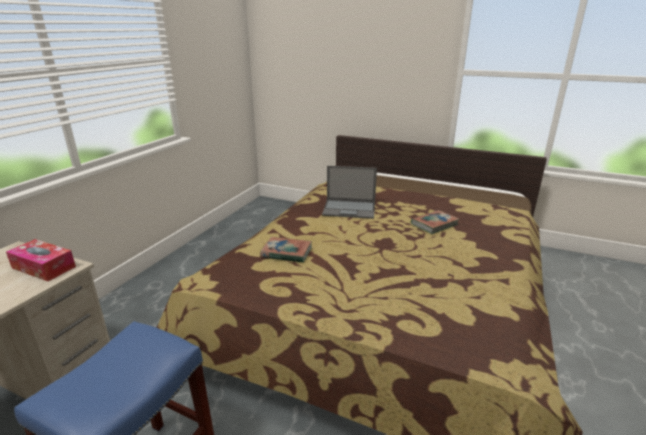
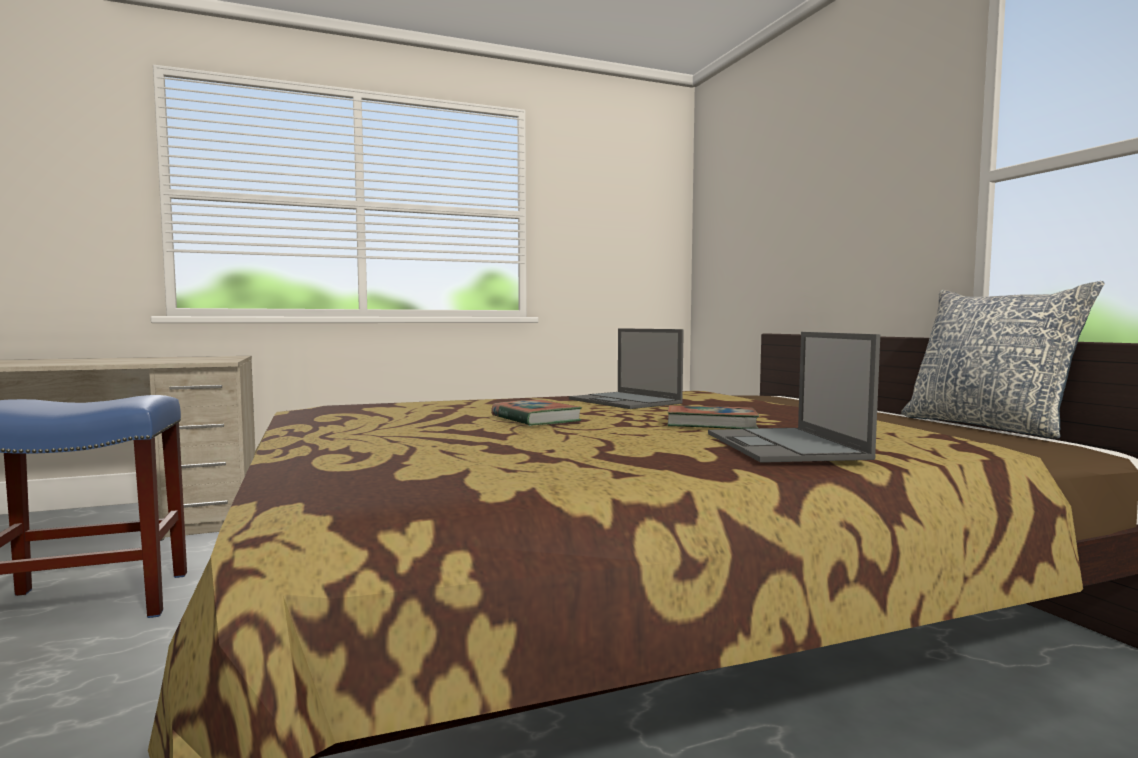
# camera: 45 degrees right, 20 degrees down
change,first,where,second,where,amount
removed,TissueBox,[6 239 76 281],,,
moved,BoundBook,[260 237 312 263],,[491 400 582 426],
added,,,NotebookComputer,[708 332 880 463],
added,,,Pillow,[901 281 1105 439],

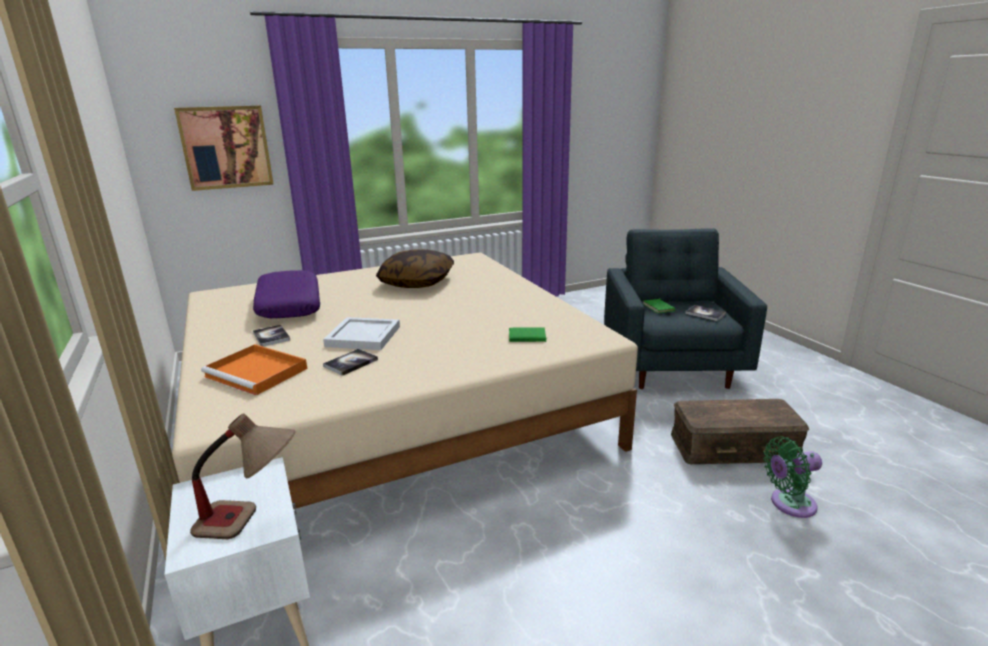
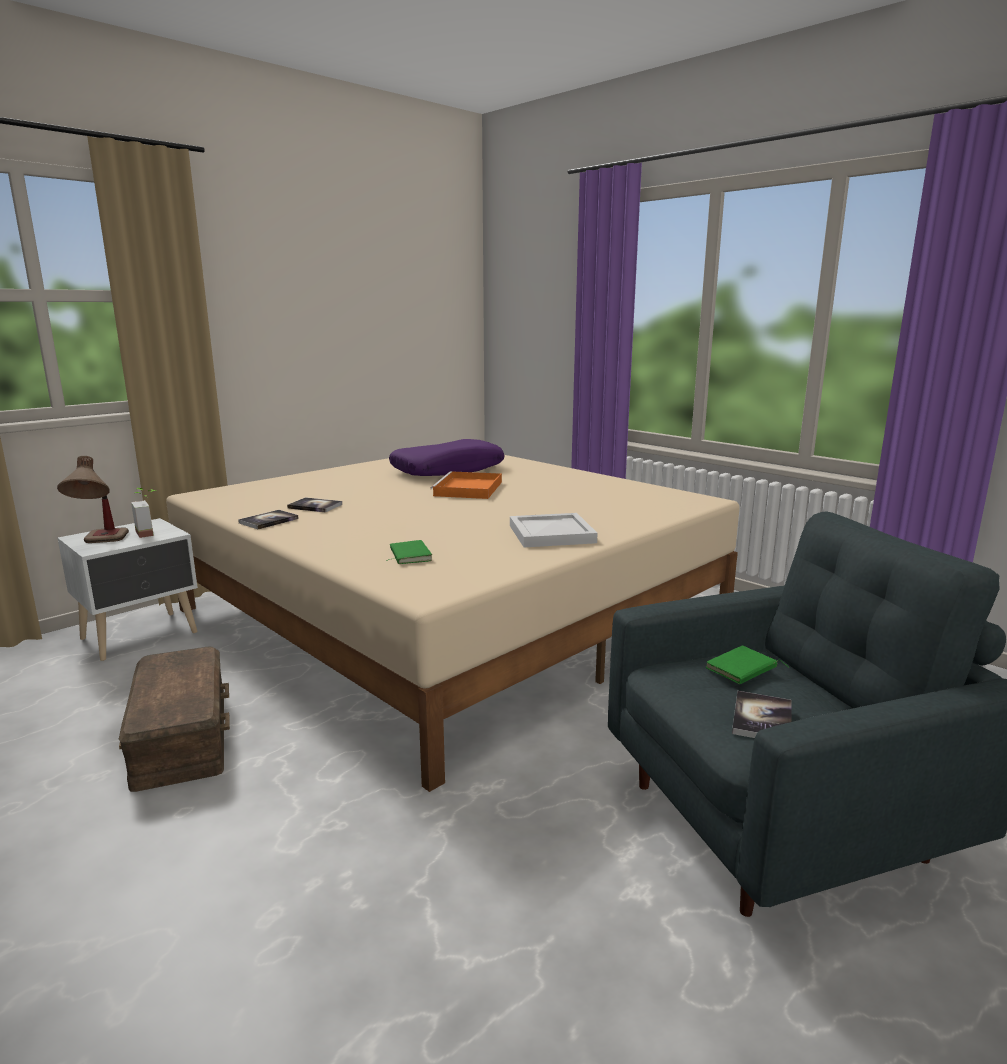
# camera: 70 degrees right, 5 degrees down
change,first,where,second,where,amount
removed,WallPicture,[174 105 274 191],,,
moved,OrangeTray,[201 344 307 396],,[430 471 502 499],
moved,BoundBook,[253 325 291 347],,[238 510 299 529],
moved,WhiteColouredTray,[323 317 400 350],,[510 513 598 548],
removed,Pillow,[376 249 454 288],,,
moved,BrownStorageBox,[671 399 809 464],,[119 646 230 792],
removed,GreenColouredCoolingFan,[763 436 822 518],,,
added,,,PlantInAPot,[131 488 158 538],

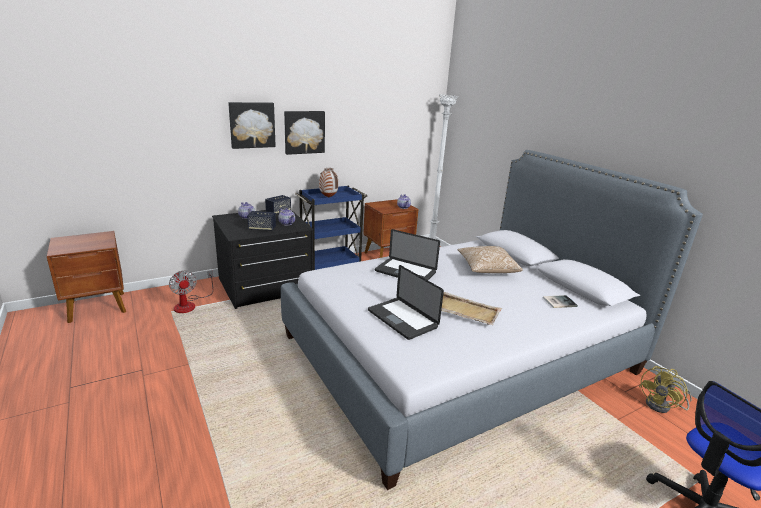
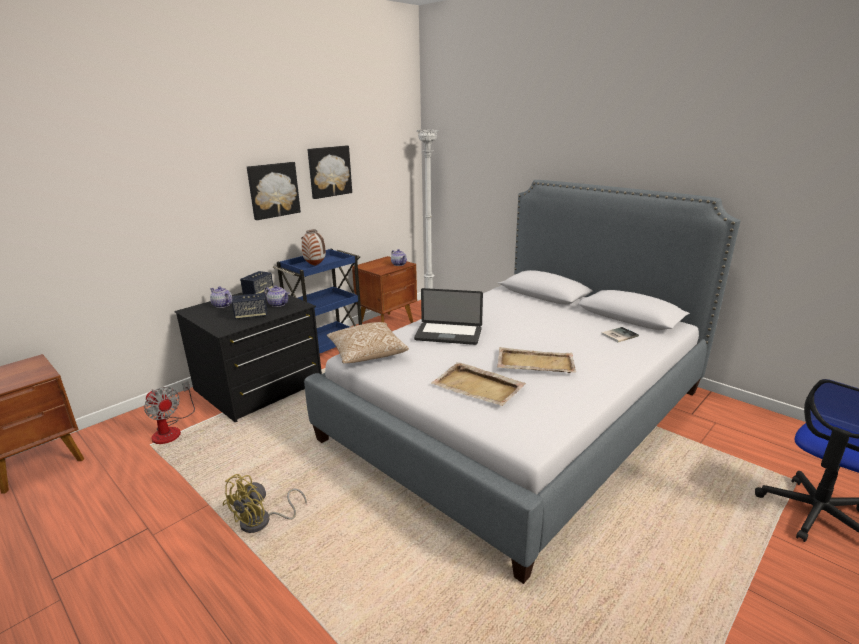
# camera: 15 degrees left, 0 degrees up
change,first,where,second,where,amount
moved,WallPicture,[228 102 276 149],,[308 146 352 199],
replaced,NotebookComputer,[368 265 444 340],SandColouredTray,[431 362 526 406],
moved,Pillow,[458 246 523 273],,[327 322 409 363],
moved,YellowColouredCoolingFan,[639 366 692 413],,[222 474 307 533],

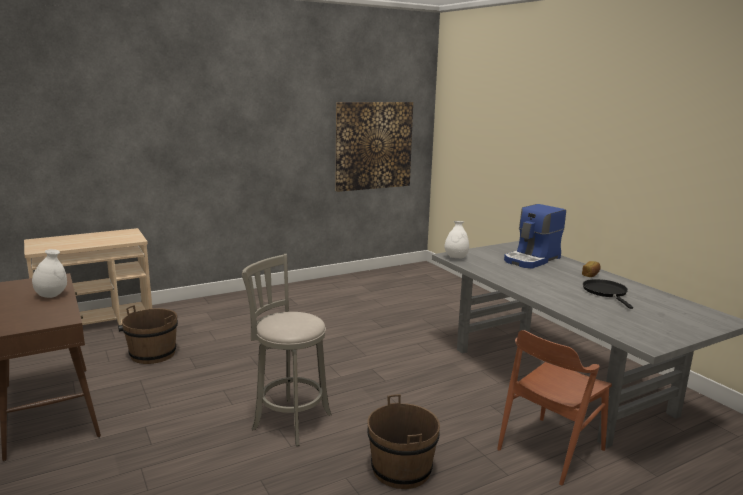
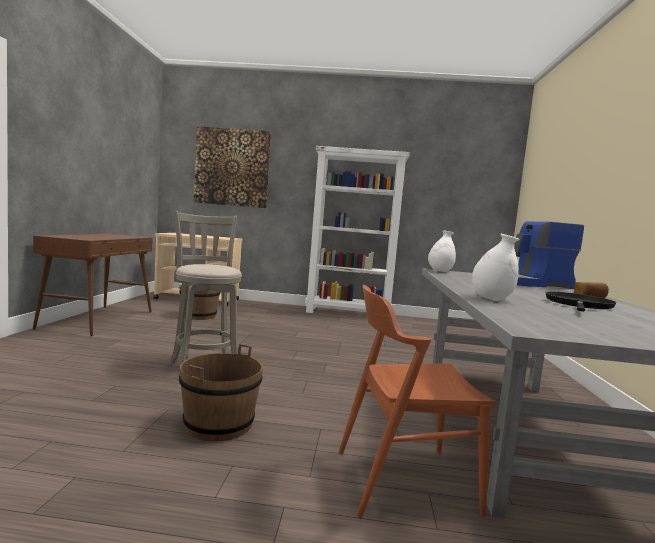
# camera: 35 degrees right, 10 degrees down
change,first,where,second,where,amount
moved,WhiteColouredFlowerVase,[32 249 67 298],,[472 234 519 301],
moved,WallPicture,[336 102 413 192],,[194 126 271 208],
added,,,WhiteColouredBookcase,[305 146 410 313],

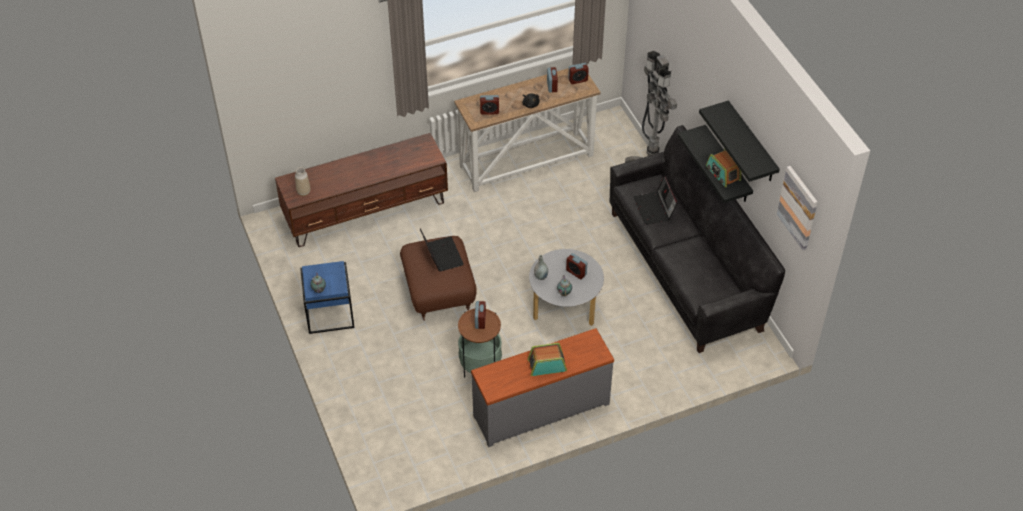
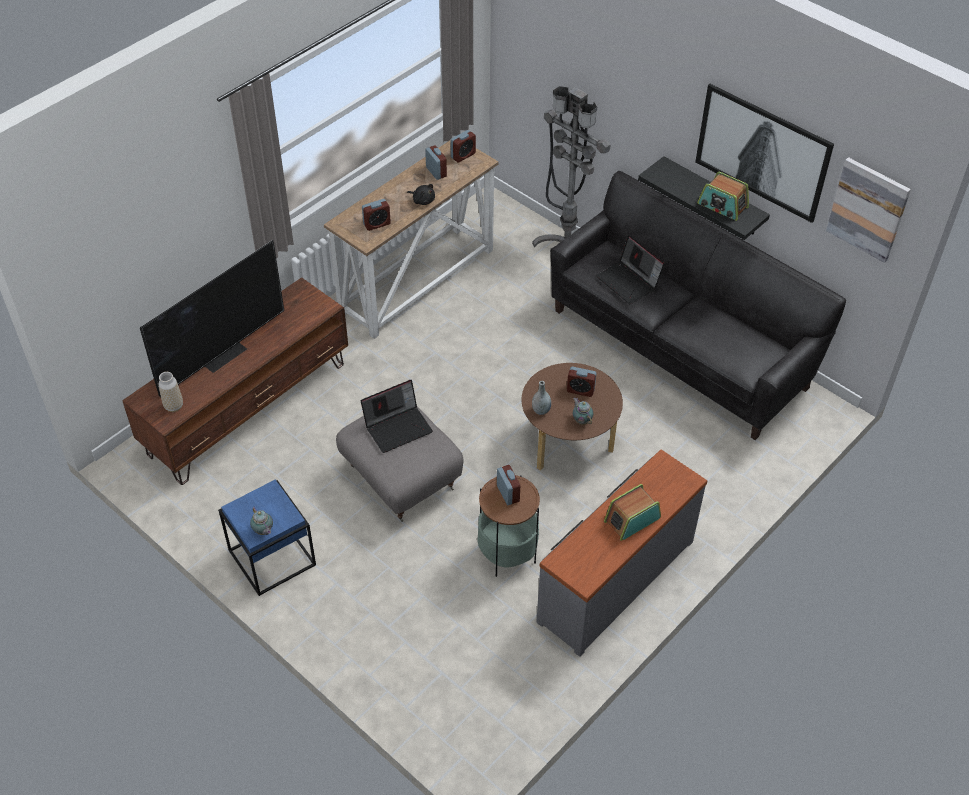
# camera: 25 degrees left, 0 degrees up
change,first,where,second,where,amount
recoloured,BrownOttoman,[400 236 477 321],GreyOttoman,[336 406 463 522],
turned,NotebookComputer,[420 229 464 271],,[361 380 433 453],105 degrees clockwise
recoloured,GreyCoffeeTable,[529 249 604 326],BrownCoffeeTable,[522 363 623 471],
replaced,BlackColouredShelf,[699 101 780 182],WallPicture,[695 84 834 223],
added,,,Tv,[140 240 284 397],

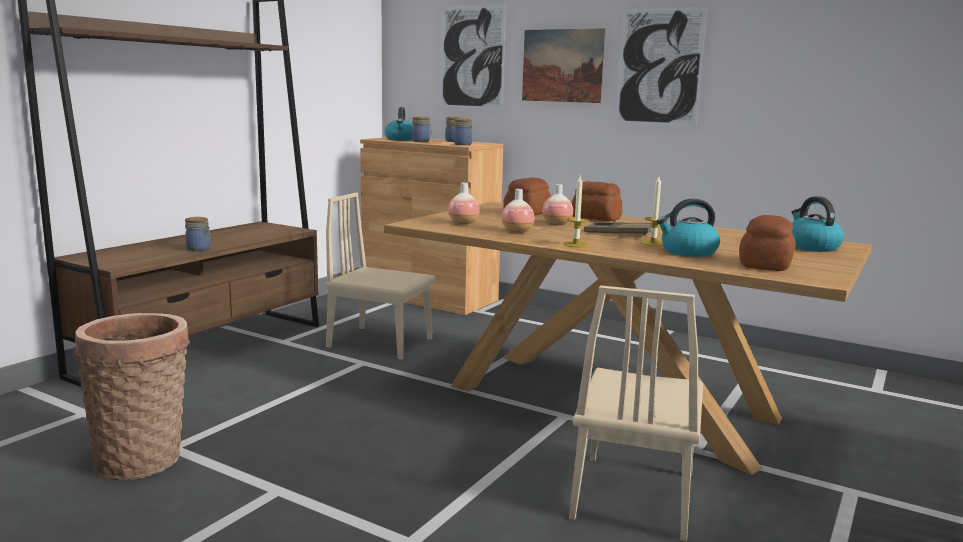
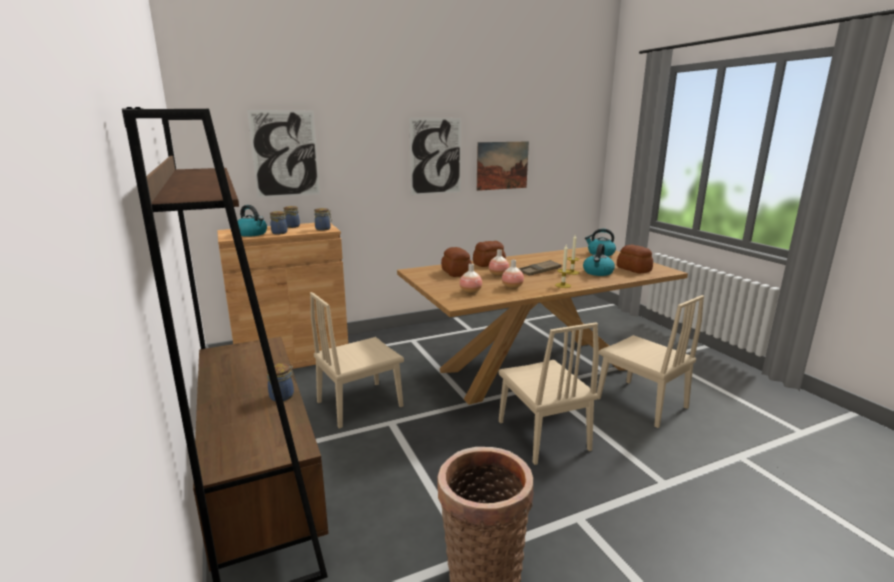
# camera: 55 degrees left, 5 degrees up
change,first,where,second,where,amount
moved,WallPicture,[522 28 606 103],,[477 141 529 191],
added,,,SandColouredChair,[499 322 599 465],

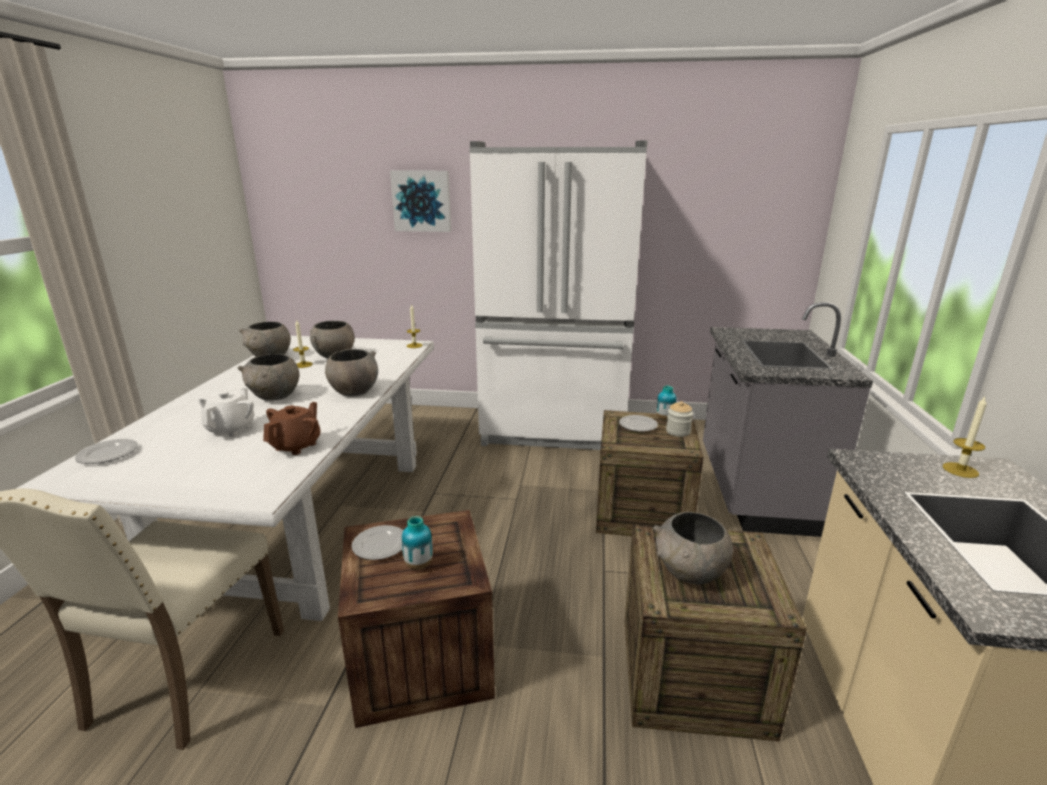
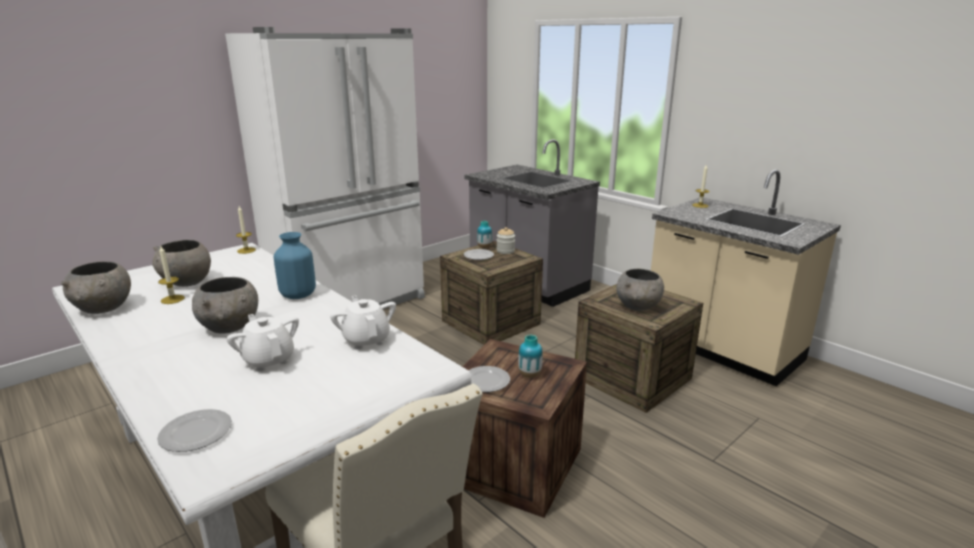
# camera: 50 degrees left, 0 degrees up
change,first,where,second,where,amount
recoloured,BrownTeapot,[263 402 321 455],WhiteColouredTeapot,[330 295 396 350],
replaced,GreyDeepDish,[325 349 378 396],BlueFlowerVase,[274 232 316 299],
removed,WallPicture,[390 171 451 232],,,

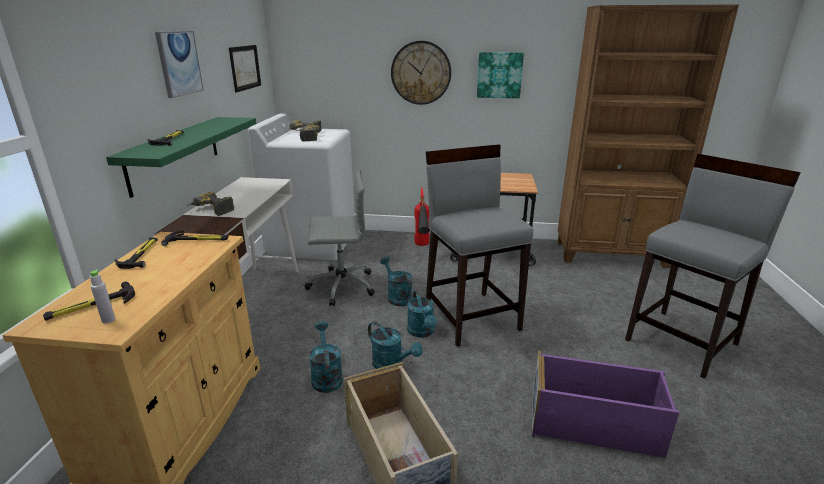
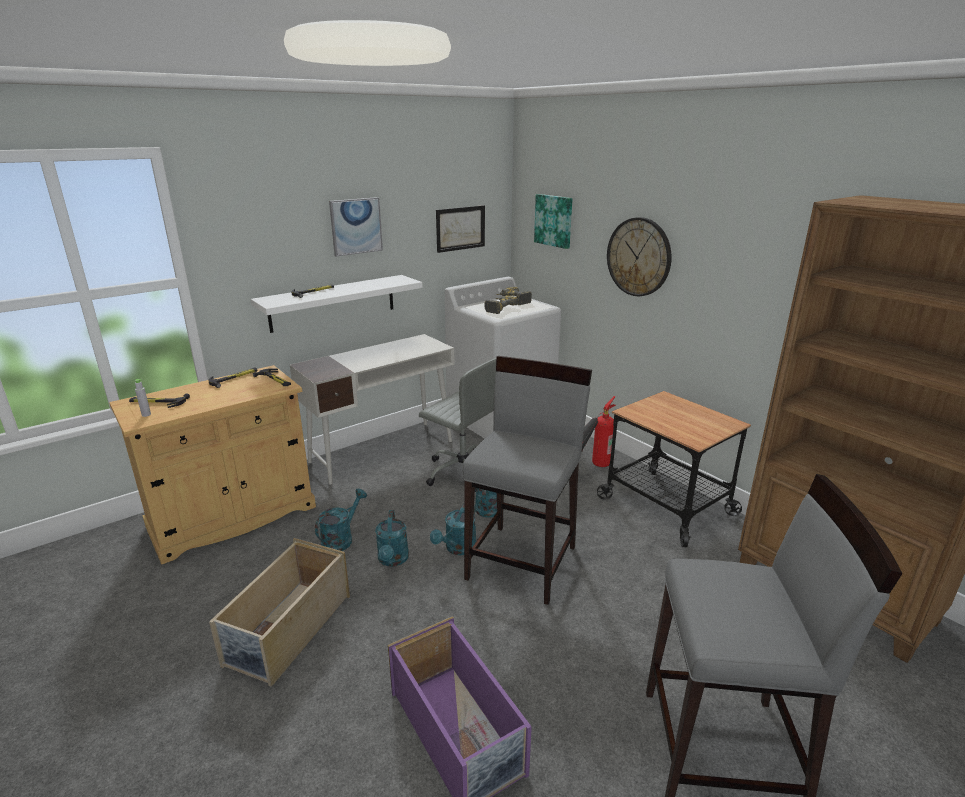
# camera: 45 degrees right, 0 degrees up
change,first,where,second,where,amount
recoloured,GreenColouredShelf,[106 117 256 198],WhiteColouredShelf,[251 275 423 333],
removed,Drill,[186 192 235 216],,,
moved,WallPicture,[477 52 524 98],,[534 194 572 249],

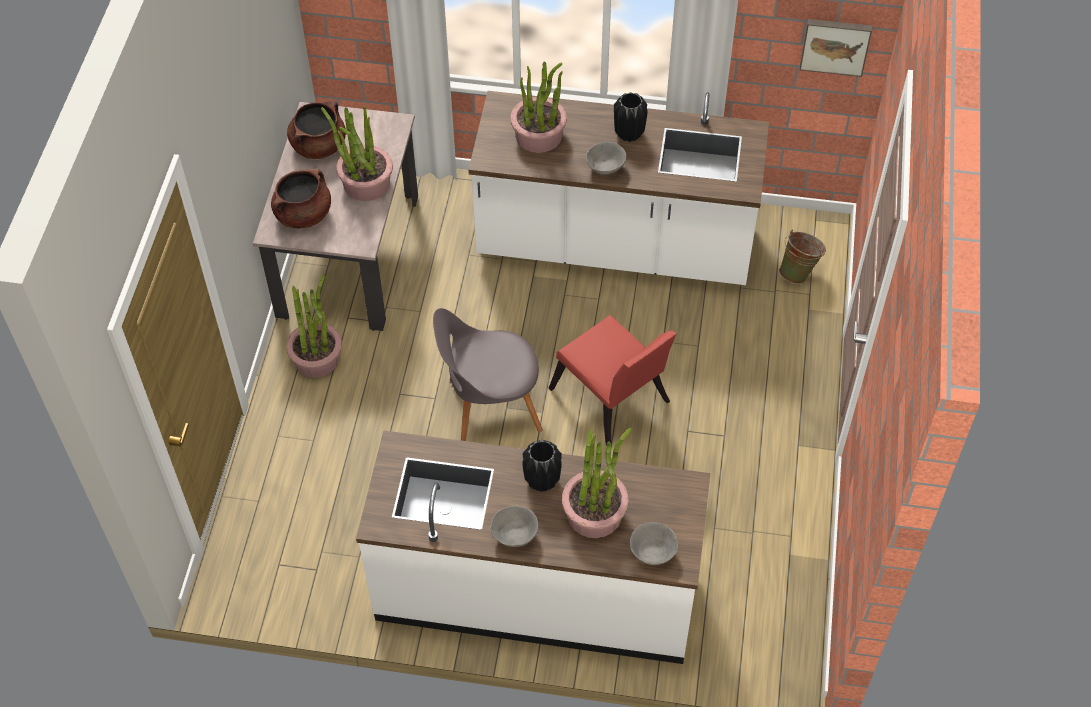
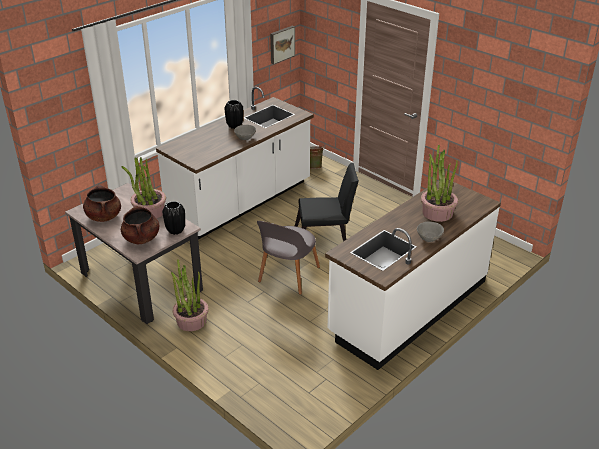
# camera: 55 degrees left, 20 degrees down
change,first,where,second,where,amount
removed,PlantInAPot,[510 62 567 153],,,
moved,BlackColouredFlowerVase,[522 440 562 492],,[162 201 185 235],
recoloured,ReddishChair,[549 315 677 446],BlackColouredChair,[295 163 359 242],
removed,GreyDeepDish,[630 522 678 565],,,

